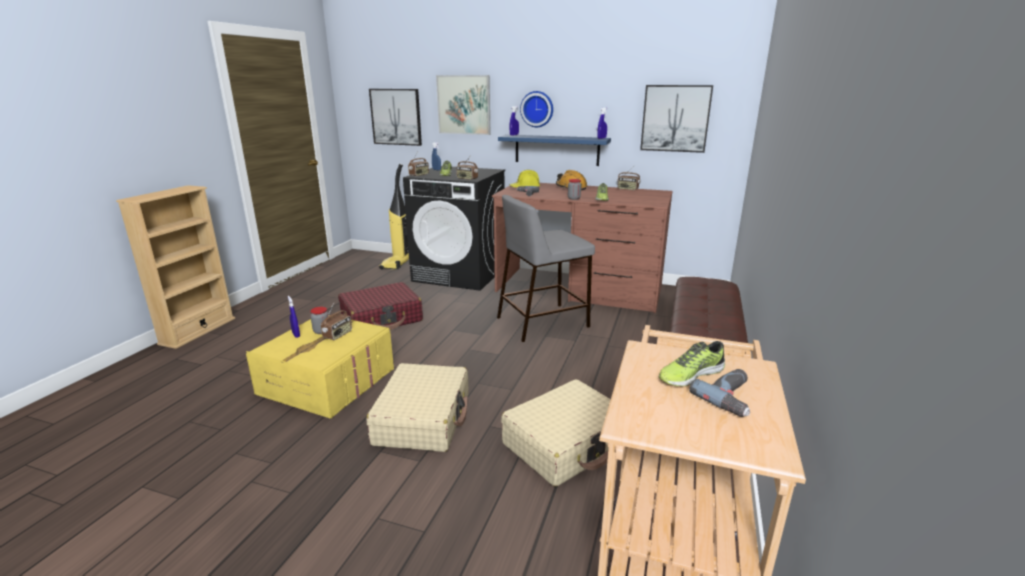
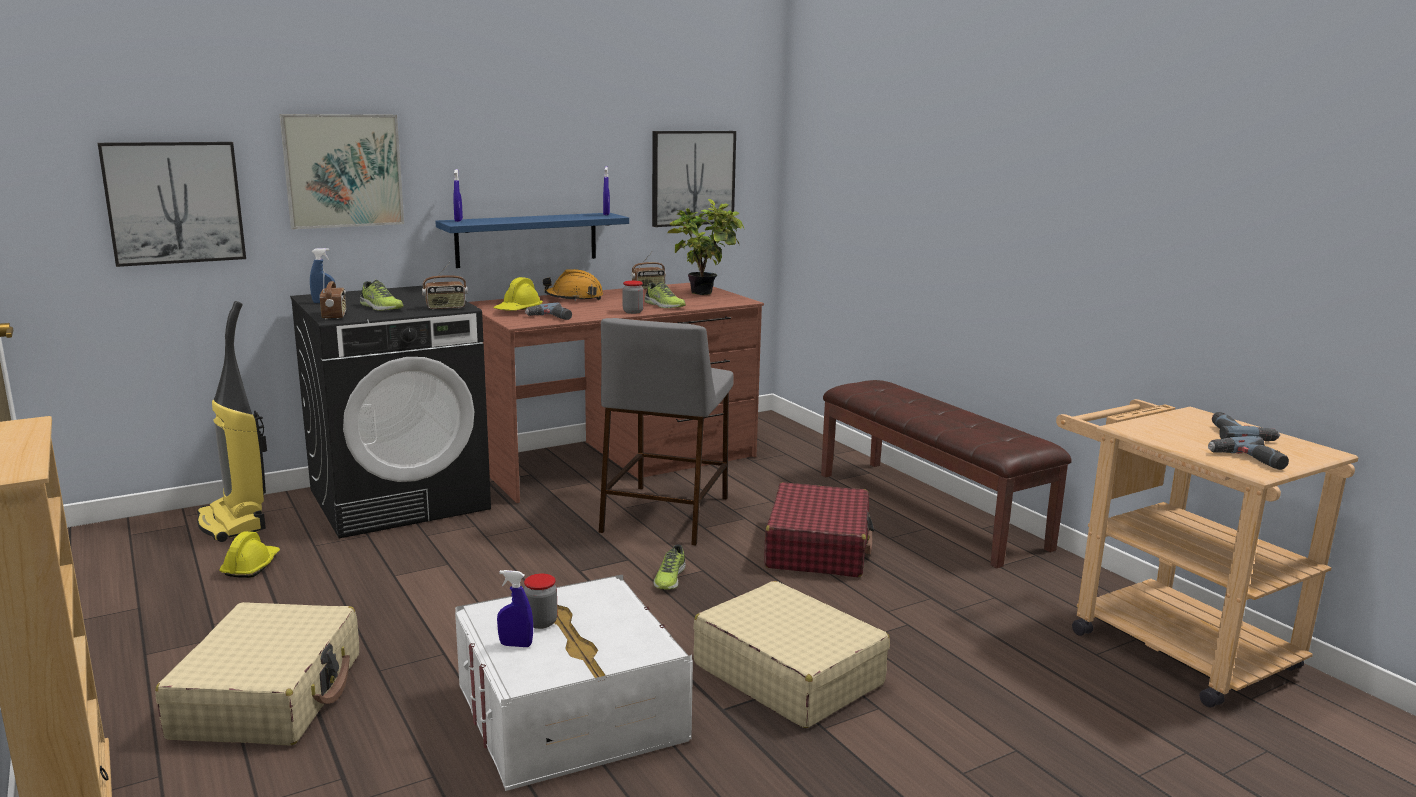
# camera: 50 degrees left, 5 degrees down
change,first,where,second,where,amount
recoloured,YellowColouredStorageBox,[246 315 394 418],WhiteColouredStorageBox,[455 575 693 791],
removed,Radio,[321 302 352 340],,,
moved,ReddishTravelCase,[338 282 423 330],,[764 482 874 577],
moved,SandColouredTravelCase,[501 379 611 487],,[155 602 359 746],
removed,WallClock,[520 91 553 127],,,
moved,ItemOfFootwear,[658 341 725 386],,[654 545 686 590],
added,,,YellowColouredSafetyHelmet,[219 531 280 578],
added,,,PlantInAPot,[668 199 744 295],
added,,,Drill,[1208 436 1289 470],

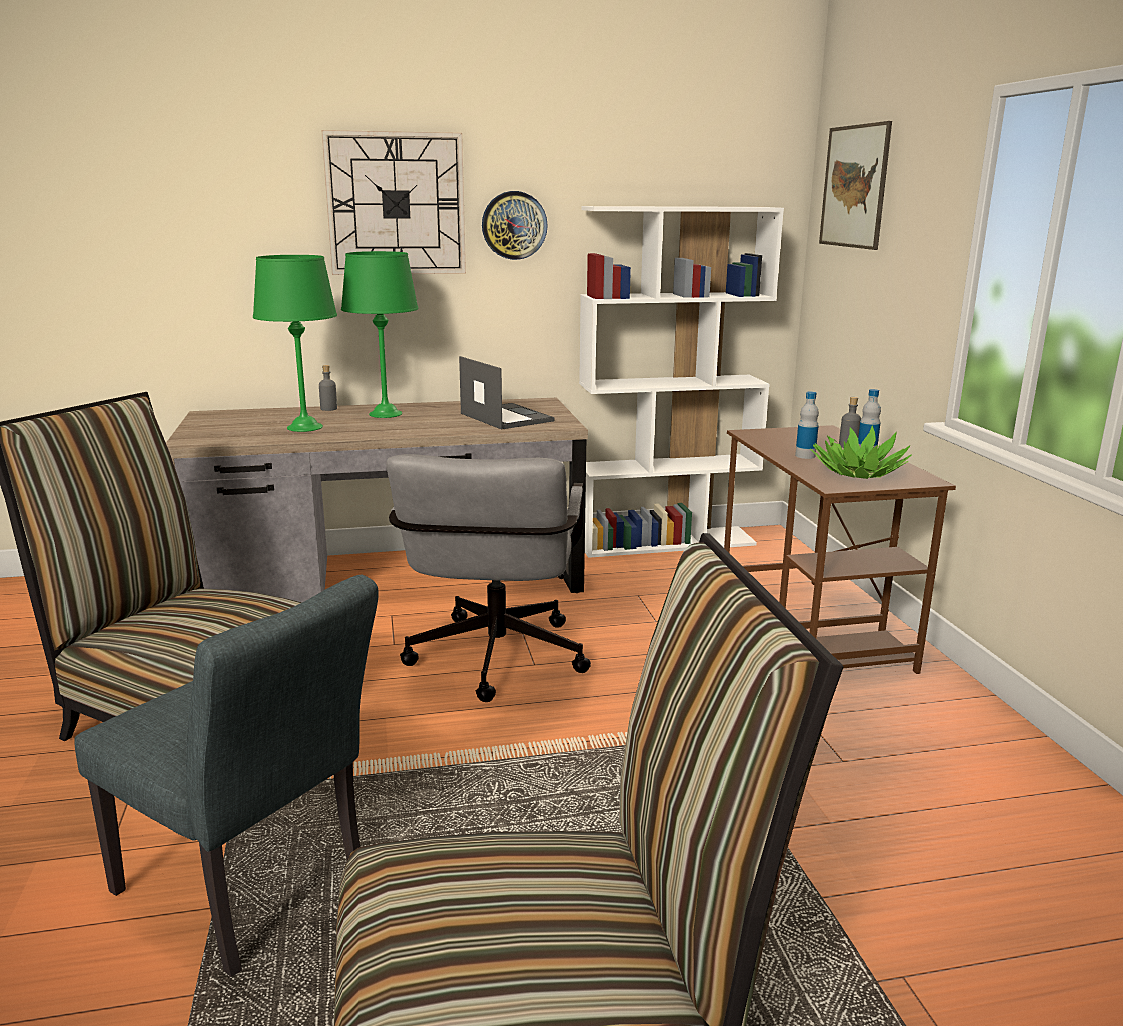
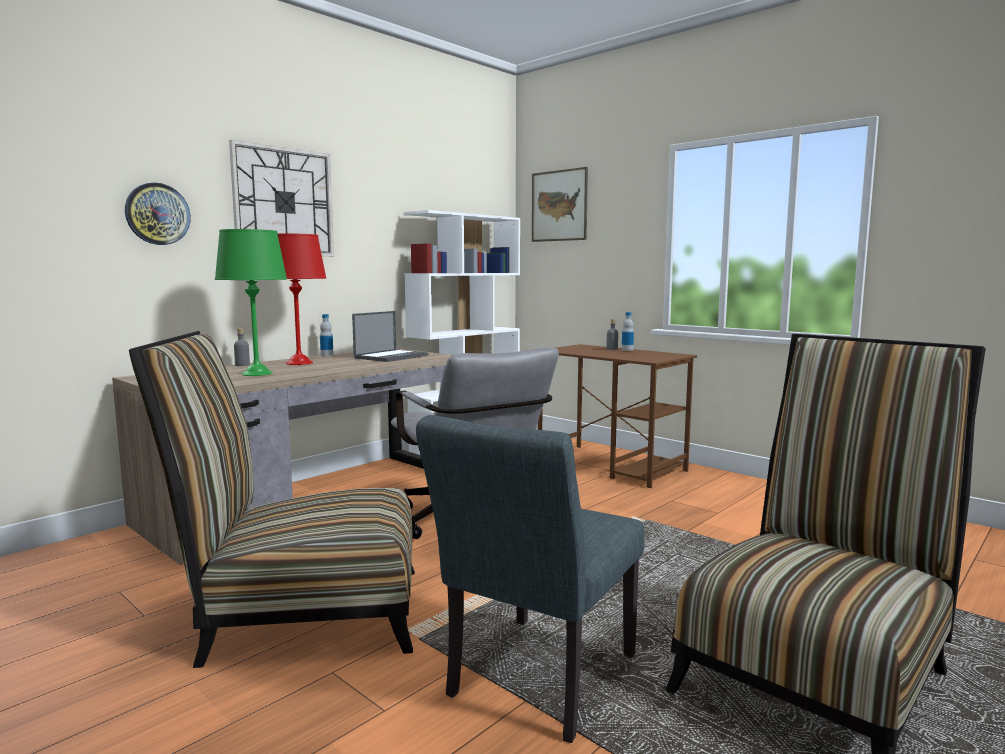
# camera: 35 degrees left, 10 degrees down
change,first,where,second,where,amount
turned,GreyChair,[74 575 379 977],,[416 415 644 743],120 degrees clockwise
recoloured,GreenColouredTabletopLamp,[341 251 419 418],ReddishTabletopLamp,[278 233 326 365],
turned,NotebookComputer,[459 356 554 429],,[352 311 428 362],105 degrees clockwise
moved,WallClock,[482 191 548 260],,[125 182 191 245],
moved,BeverageBottle,[795 391 819 459],,[320 314 334 356],
removed,PlantInAPot,[810 425 912 479],,,

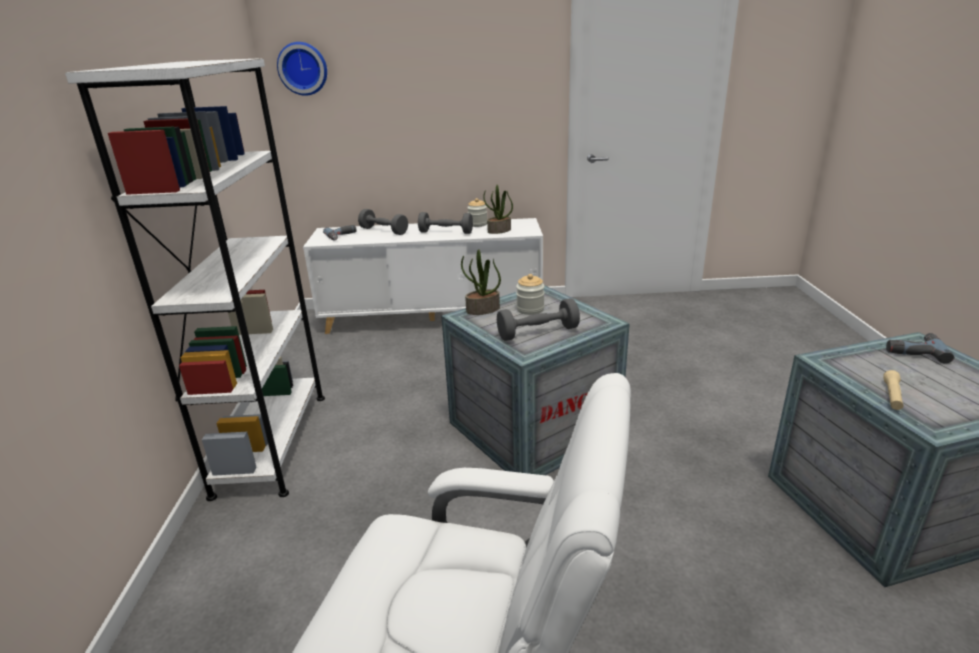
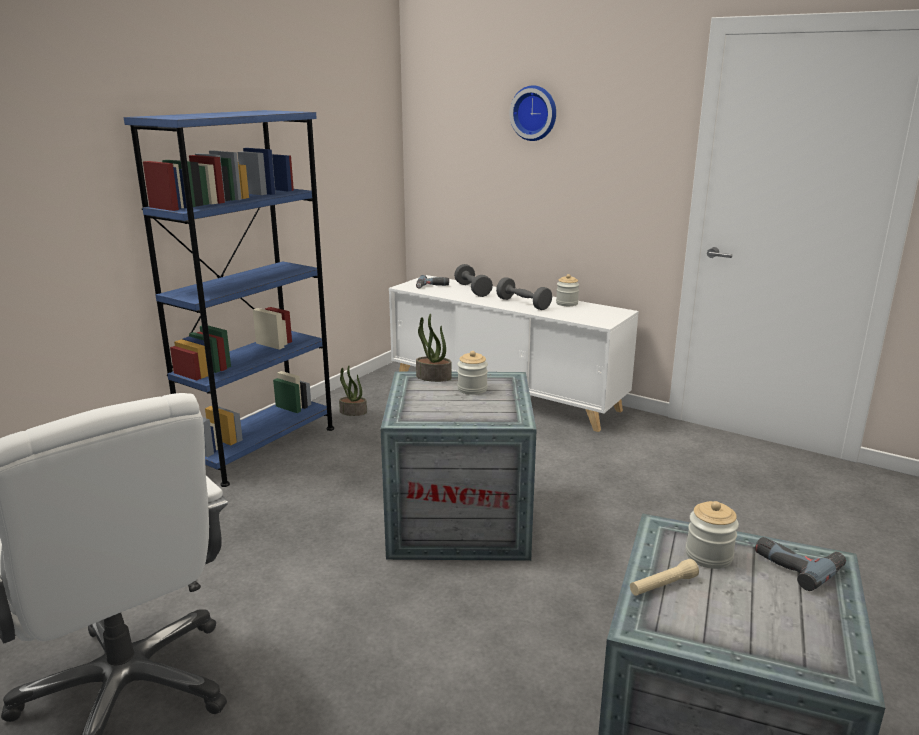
# camera: 35 degrees right, 5 degrees down
change,first,where,second,where,amount
recoloured,WhiteColouredBookcase,[65 58 325 501],BlueBookcase,[124 110 334 487],
moved,WallClock,[277 42 327 96],,[509 85 556 141],
moved,PlantInAPot,[483 185 513 234],,[339 366 367 416],
removed,GreyDumbbell,[497 298 580 341],,,
added,,,PreserveJar,[686 501 739 569],

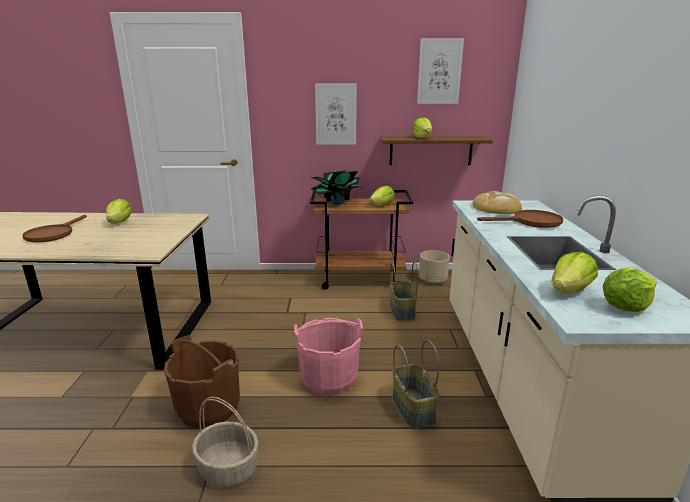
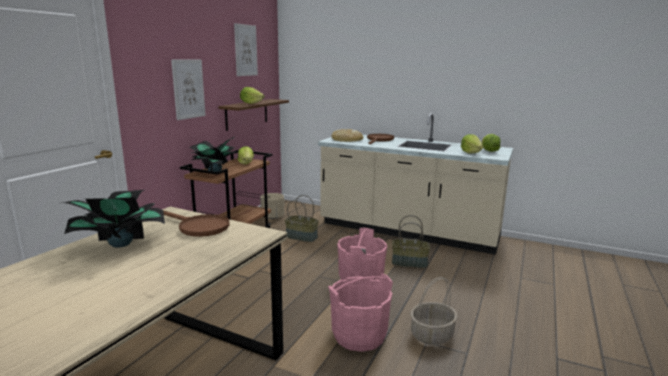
# camera: 65 degrees left, 5 degrees down
change,first,where,second,where,amount
moved,BrownPan,[22 215 87 242],,[163 211 229 237],
replaced,LettuceHead,[106 199 132 224],PlantInAPot,[63 190 165 248],
recoloured,BrownWaterBucket,[164 335 240 428],PinkWaterBucket,[328 274 393 352],

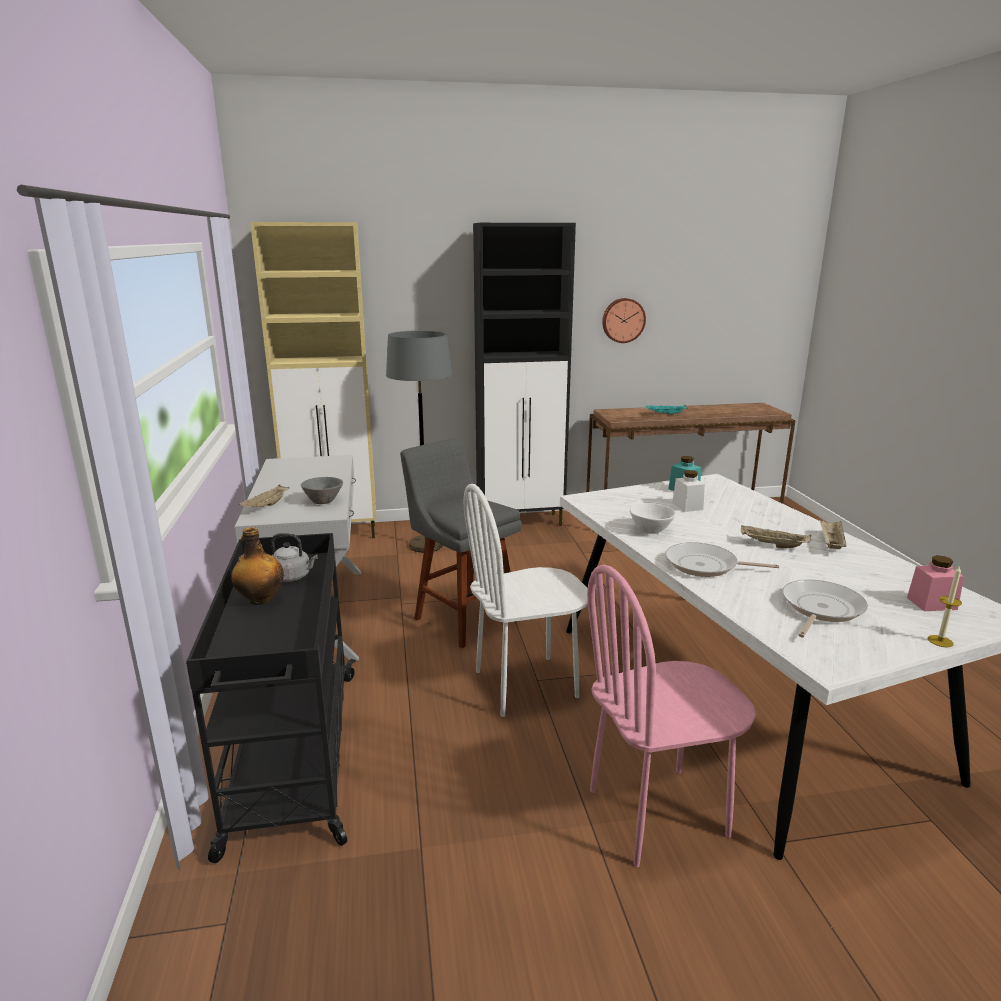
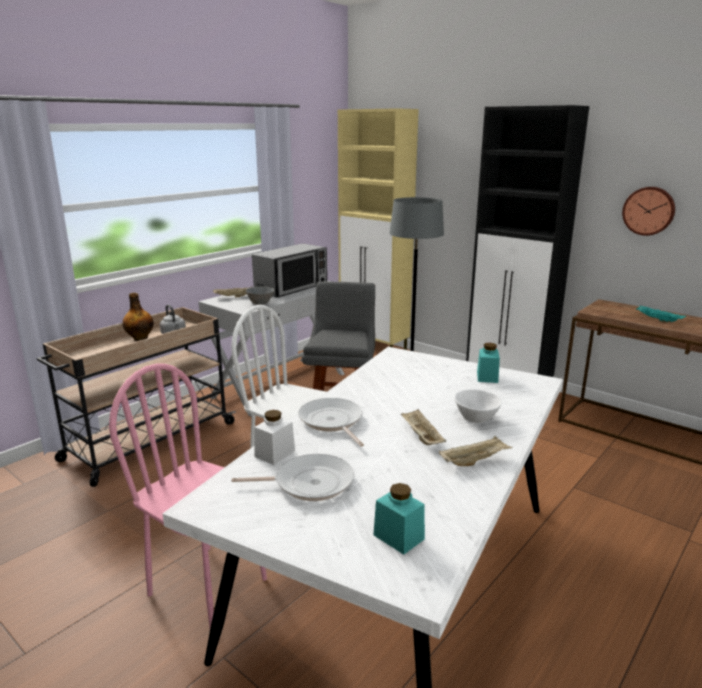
# camera: 50 degrees right, 0 degrees up
change,first,where,second,where,amount
recoloured,BlackColouredTrolley,[186 533 356 863],SandColouredTrolley,[37 307 236 487],
moved,WhiteColouredDeepDish,[630 503 676 534],,[454 389 502 423],
moved,WhiteColouredPreserveJar,[672 470 705 512],,[254 410 295 465],
recoloured,PinkPreserveJar,[907 555 964 611],TurquoisePreserveJar,[373 483 425 555],
removed,WaxCandle,[928 565 962 647],,,
added,,,KitchenMicrowave,[252 243 327 298],

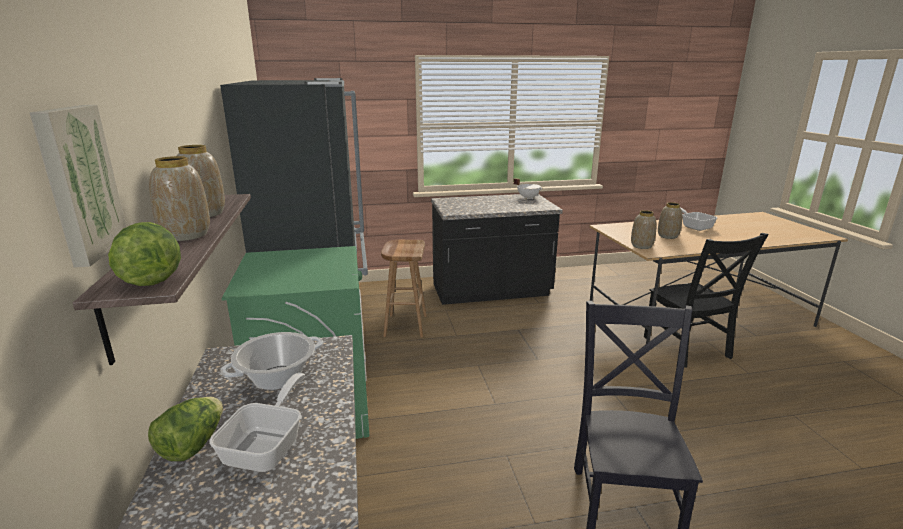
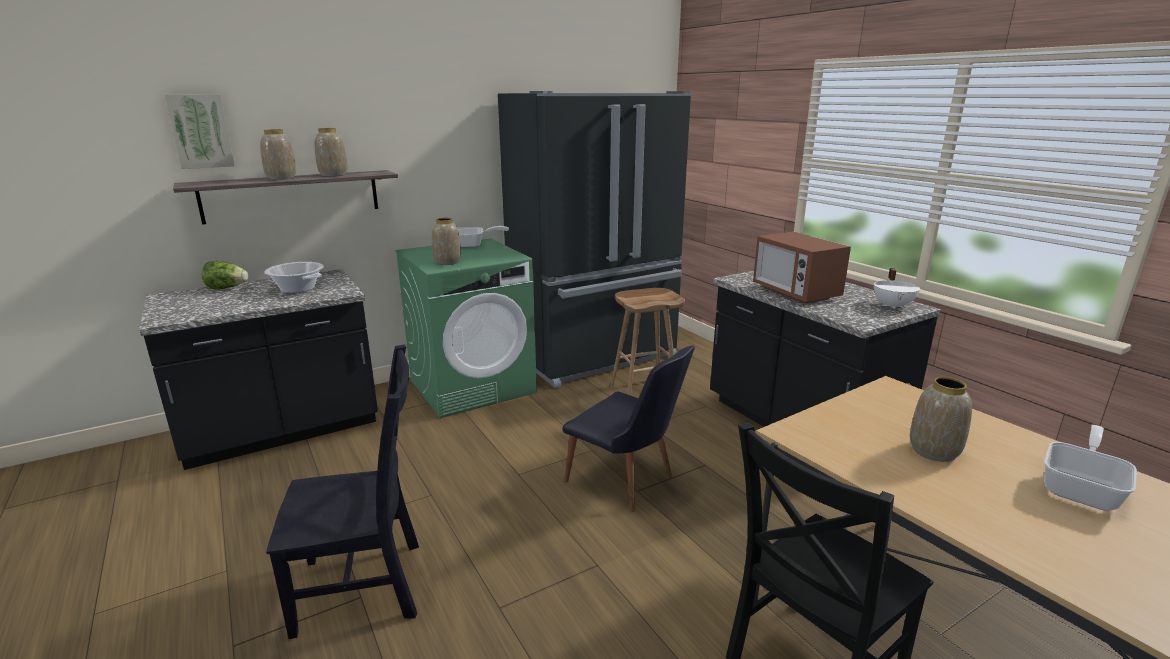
# camera: 70 degrees right, 0 degrees up
change,first,where,second,where,amount
removed,LettuceHead,[108 222 181 286],,,
moved,Pan,[209 373 305 472],,[457 226 509 248],
moved,FlowerVase,[631 210 657 249],,[432 218 461 265],
added,,,BlackColouredChair,[563 345 695 512],
added,,,KitchenMicrowave,[753 232 851 303],

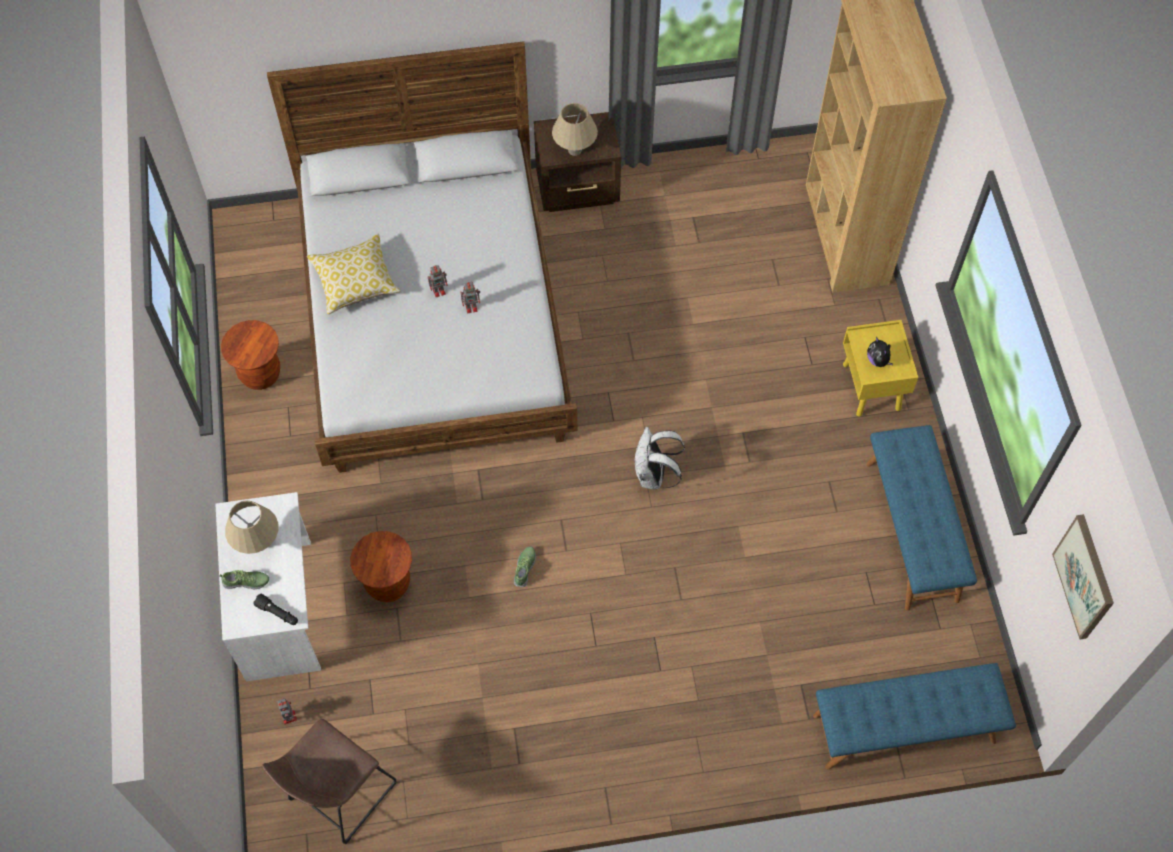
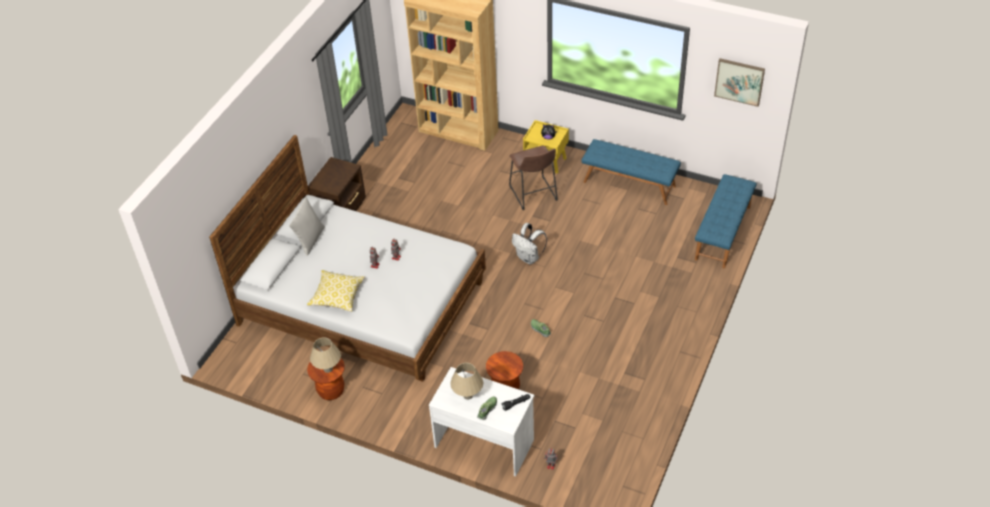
# camera: 55 degrees left, 15 degrees down
change,first,where,second,where,amount
moved,BrownSittingStool,[262 719 397 844],,[509 146 558 210],
moved,SandColouredTabletopLamp,[552 103 598 156],,[310 337 341 373],
added,,,GreyPillow,[289 197 325 256],

